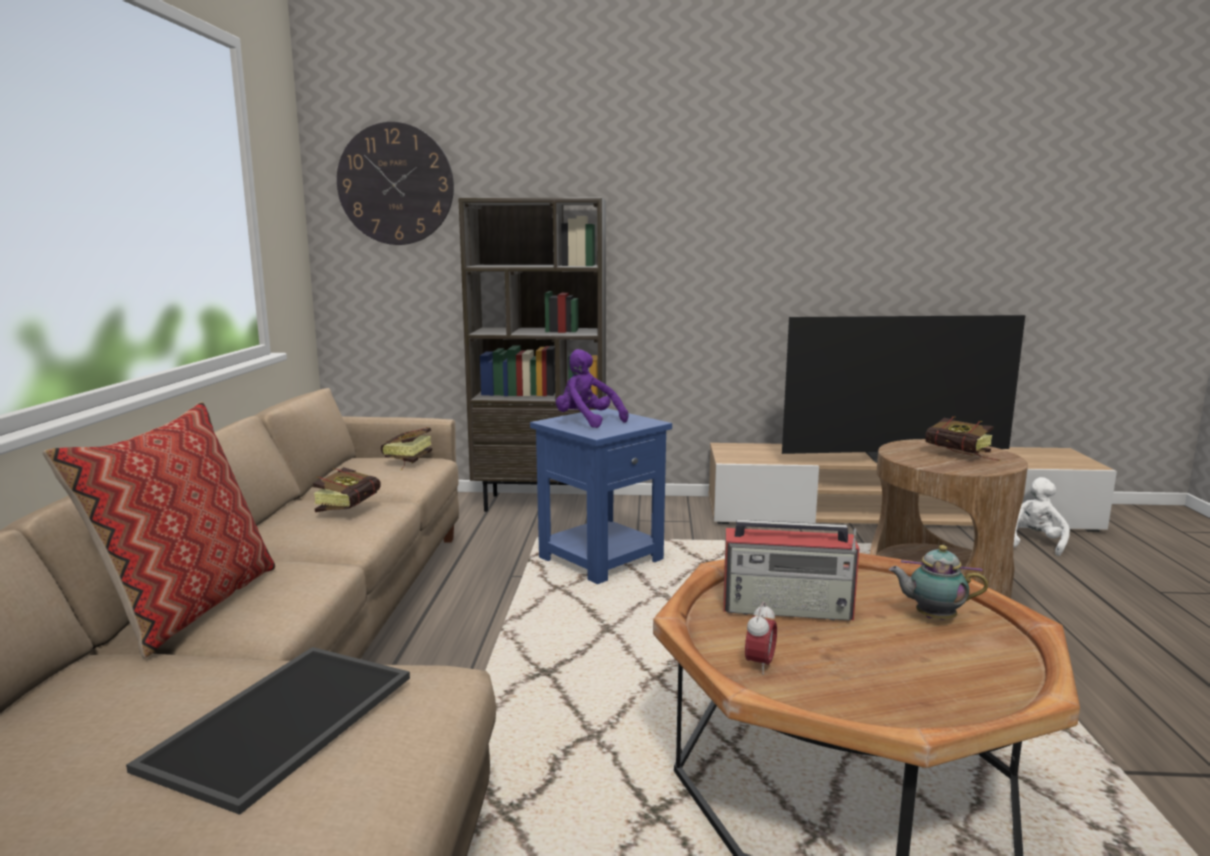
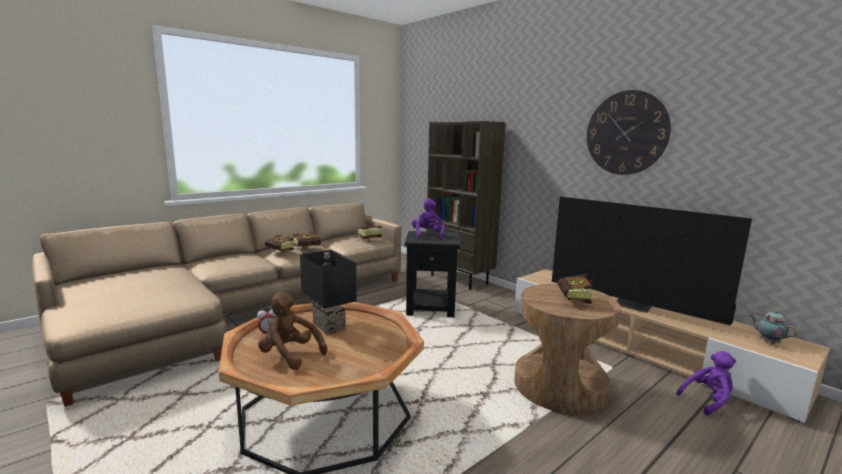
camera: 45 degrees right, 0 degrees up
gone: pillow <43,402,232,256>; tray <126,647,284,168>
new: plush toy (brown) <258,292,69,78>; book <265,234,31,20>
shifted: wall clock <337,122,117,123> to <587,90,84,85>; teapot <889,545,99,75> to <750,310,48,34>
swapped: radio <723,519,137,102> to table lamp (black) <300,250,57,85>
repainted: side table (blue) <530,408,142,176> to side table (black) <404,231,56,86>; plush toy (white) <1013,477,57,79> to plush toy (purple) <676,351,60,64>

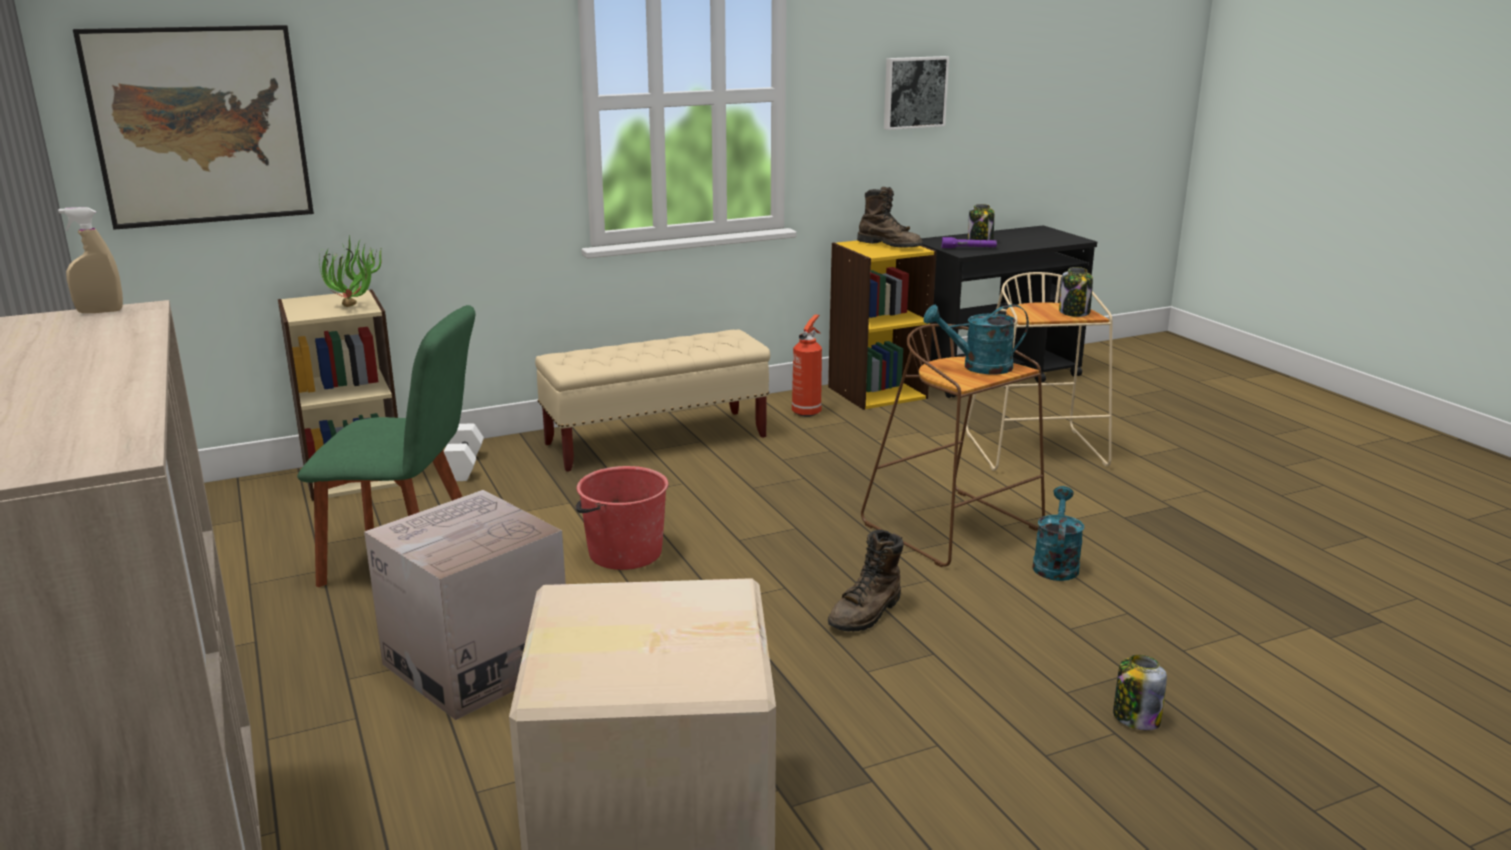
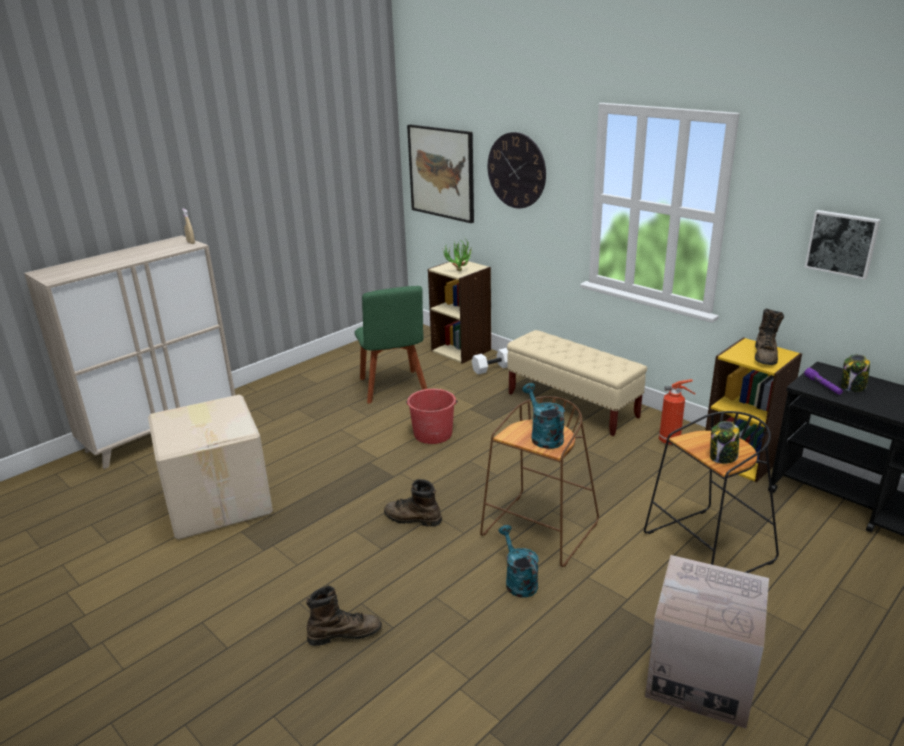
camera: 70 degrees right, 5 degrees up
new: wall clock <488,132,58,77>
shifted: cardboard box <364,490,202,230> to <645,555,124,173>
swapped: jar <1113,655,54,75> to boot (brown) <306,585,76,61>
repainted: stool (beige) <966,272,146,199> to stool (black) <644,411,135,162>
rotated: watering can (turquoise) <1032,486,52,95> = <498,525,41,72> 105 degrees counterclockwise

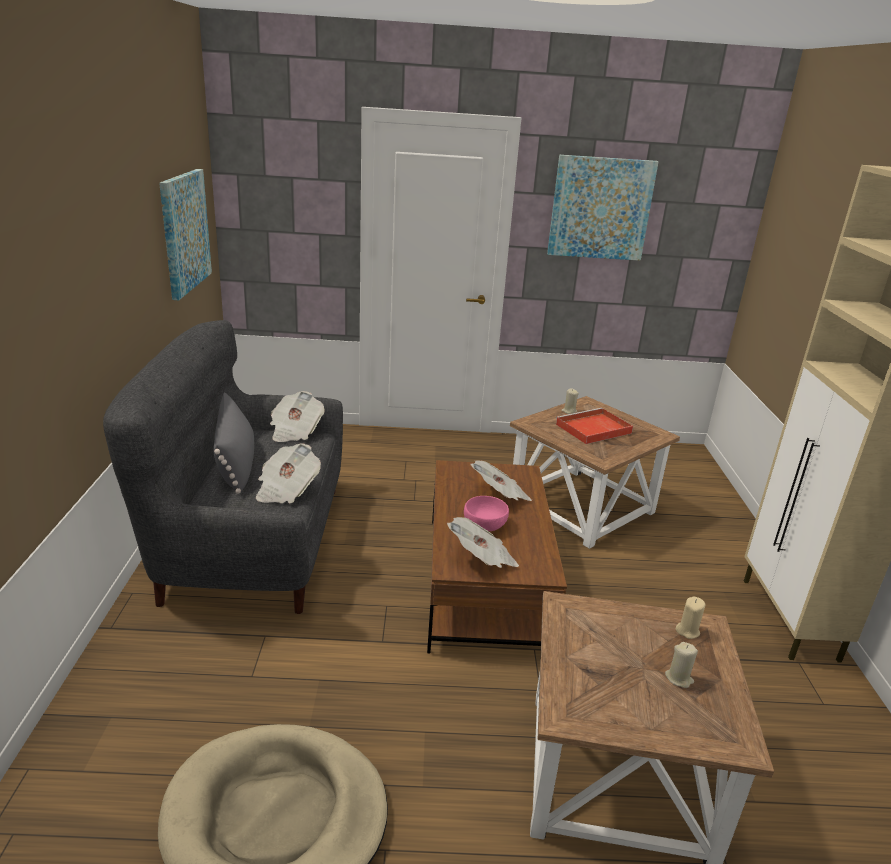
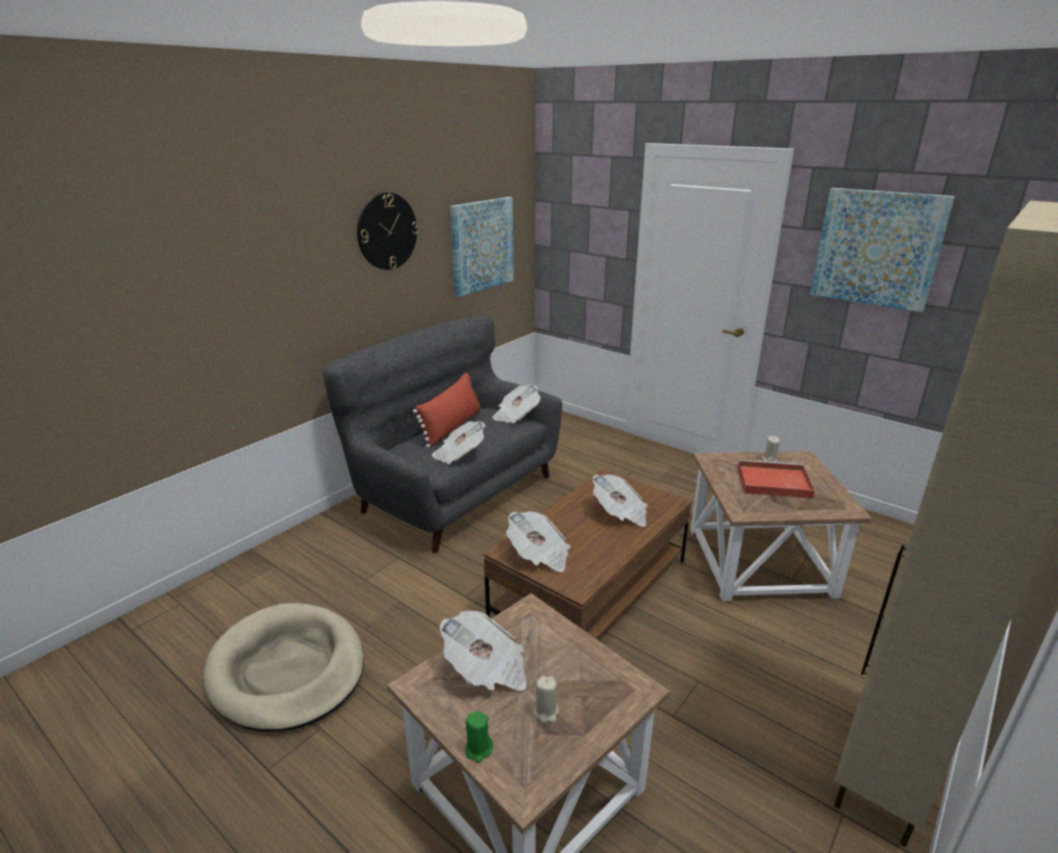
camera: 40 degrees right, 0 degrees up
gone: bowl (pink) <464,496,45,35>; candle (beige) <676,596,29,43>
new: wall clock <357,193,62,77>; newspaper <440,611,86,80>; candle (green) <465,711,28,52>
repainted: pillow (grey) <213,392,41,102> to pillow (red) <413,372,67,76>

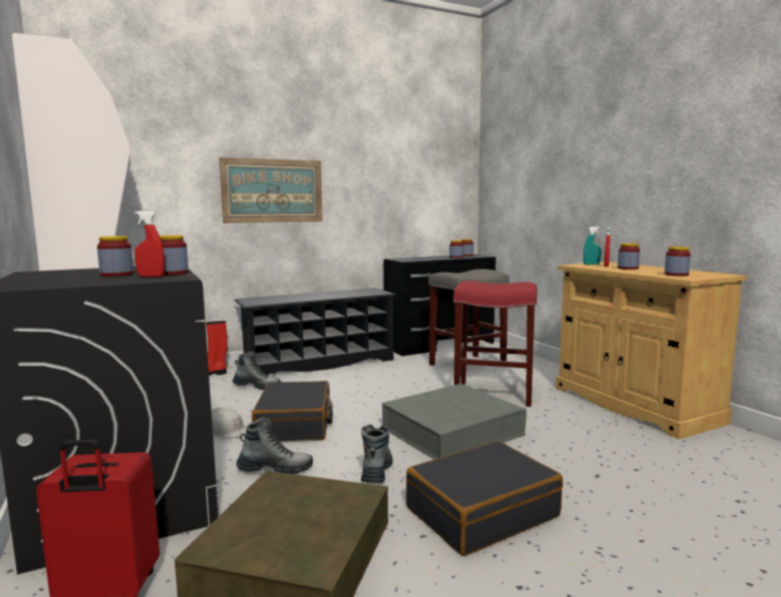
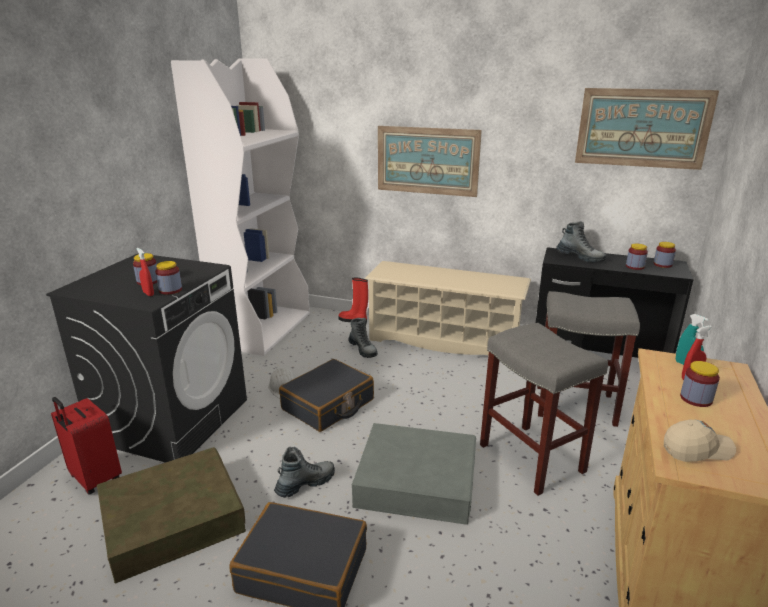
camera: 45 degrees right, 15 degrees up
new: picture <575,88,144,82>
shifted: boot <236,417,77,57> to <556,221,51,41>
swapped: jar <664,247,27,29> to cap (beige) <664,420,72,42>
repainted: shoe rack (black) <234,288,163,87> to shoe rack (beige) <365,261,166,95>; stool (red) <453,281,84,126> to stool (grey) <480,323,128,173>

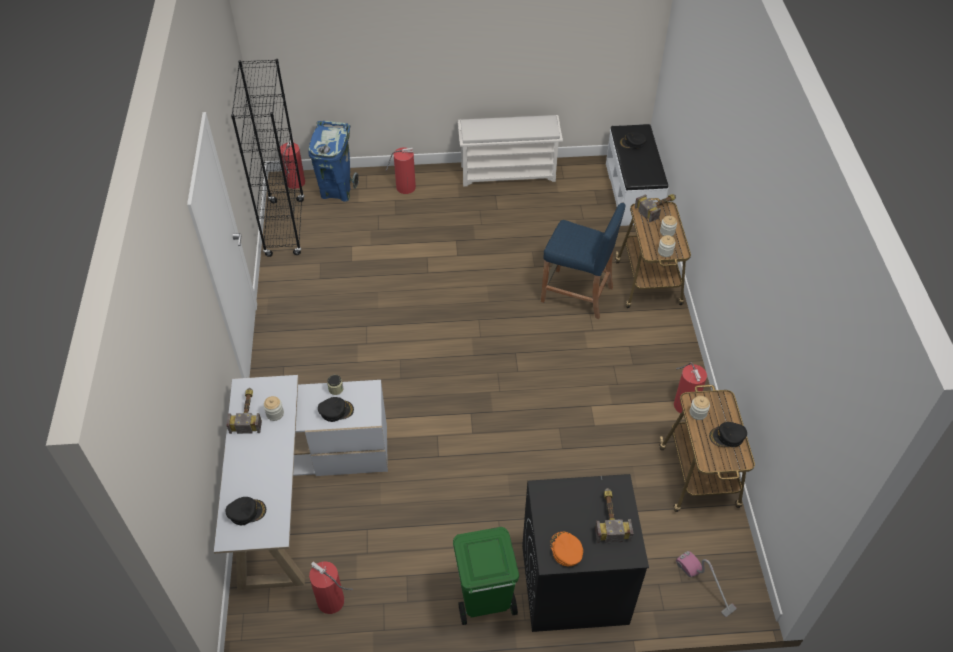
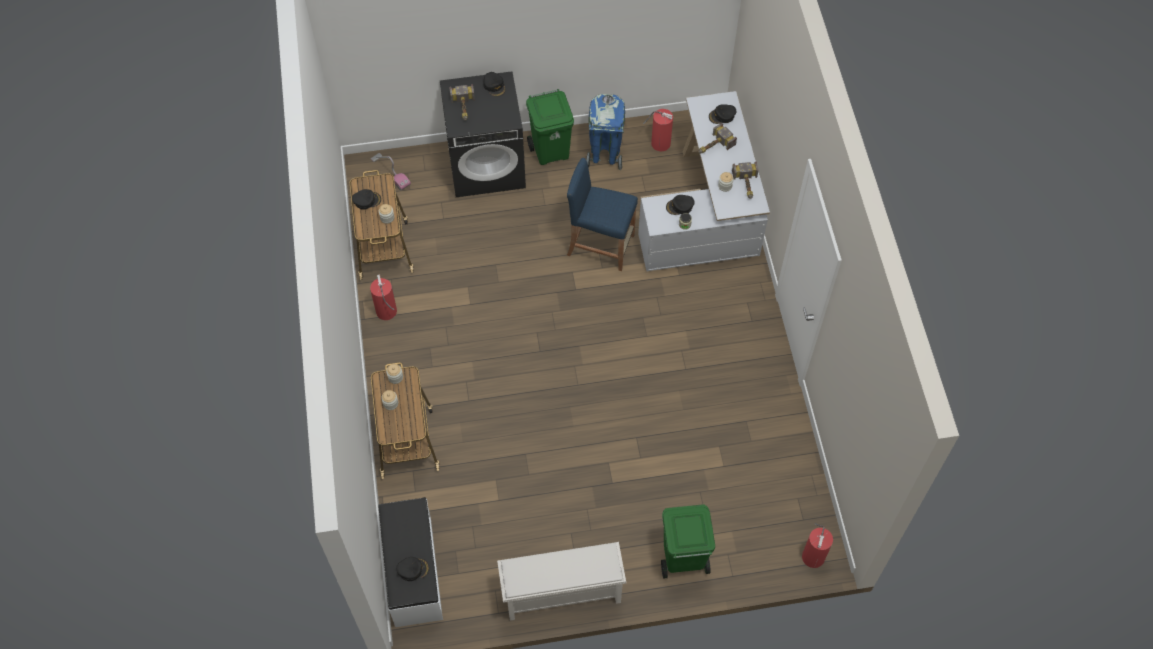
camera: 175 degrees right, 10 degrees up
gone: bookcase (black) <231,59,74,198>
shifted: stool (blue) <541,202,84,117> to <567,158,71,113>; trash can (blue) <308,121,51,81> to <586,94,39,76>; hammer <635,194,41,28> to <698,123,39,31>
swapped: fire extinguisher <386,147,30,47> to trash can (green) <661,504,54,75>
repainted: cap (orange) <550,532,33,34> to cap (black) <483,72,23,25>

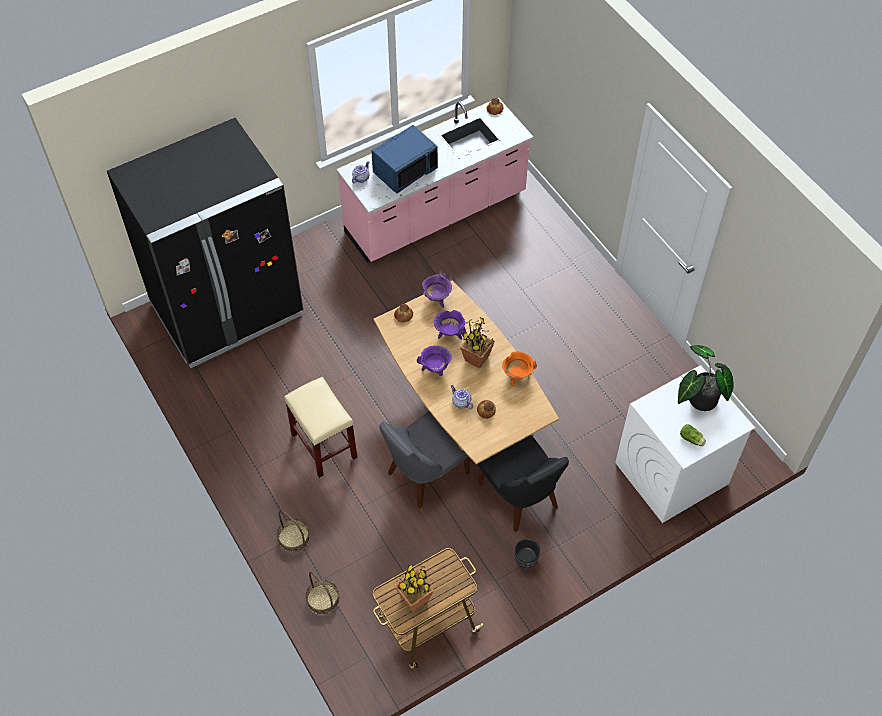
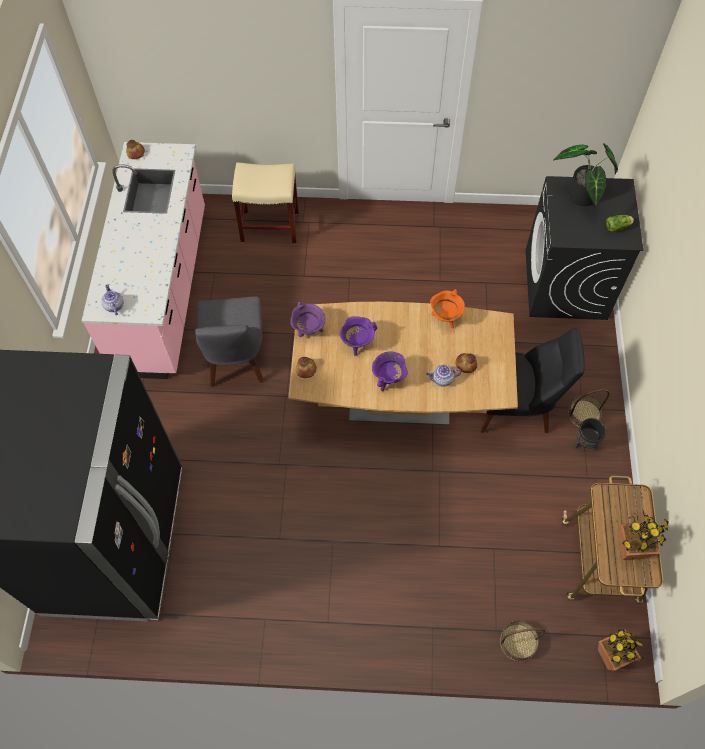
camera: 55 degrees left, 5 degrees up
gone: microwave (blue) <371,125,67,69>
shifted: chair (grey) <379,412,91,96> to <195,296,69,91>; stool (beige) <284,377,73,101> to <232,162,67,82>; basket <277,511,33,42> to <568,389,42,38>; potted plant <460,317,35,52> to <598,629,46,42>
repainted: washing machine (white) <615,365,140,158> to washing machine (black) <526,176,117,144>

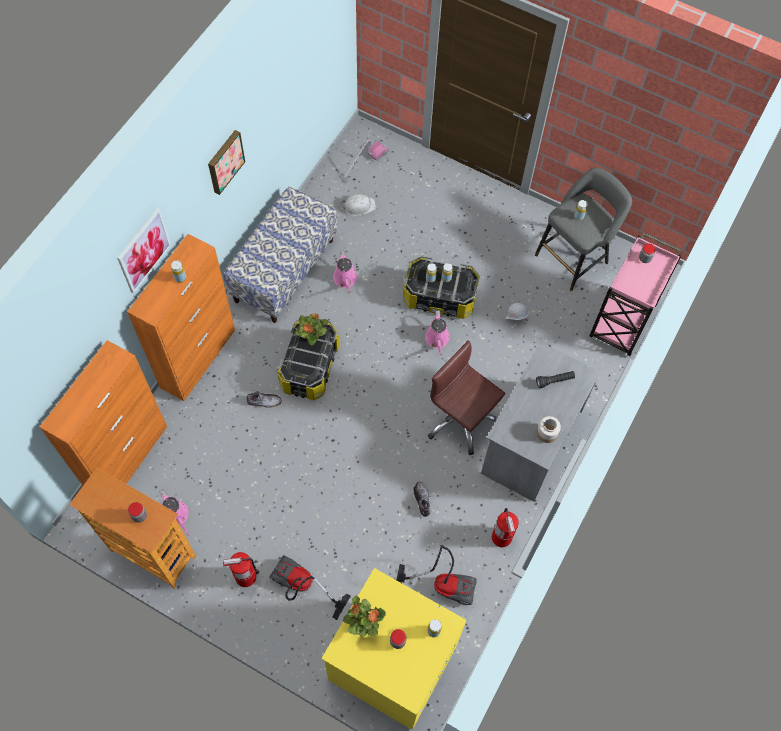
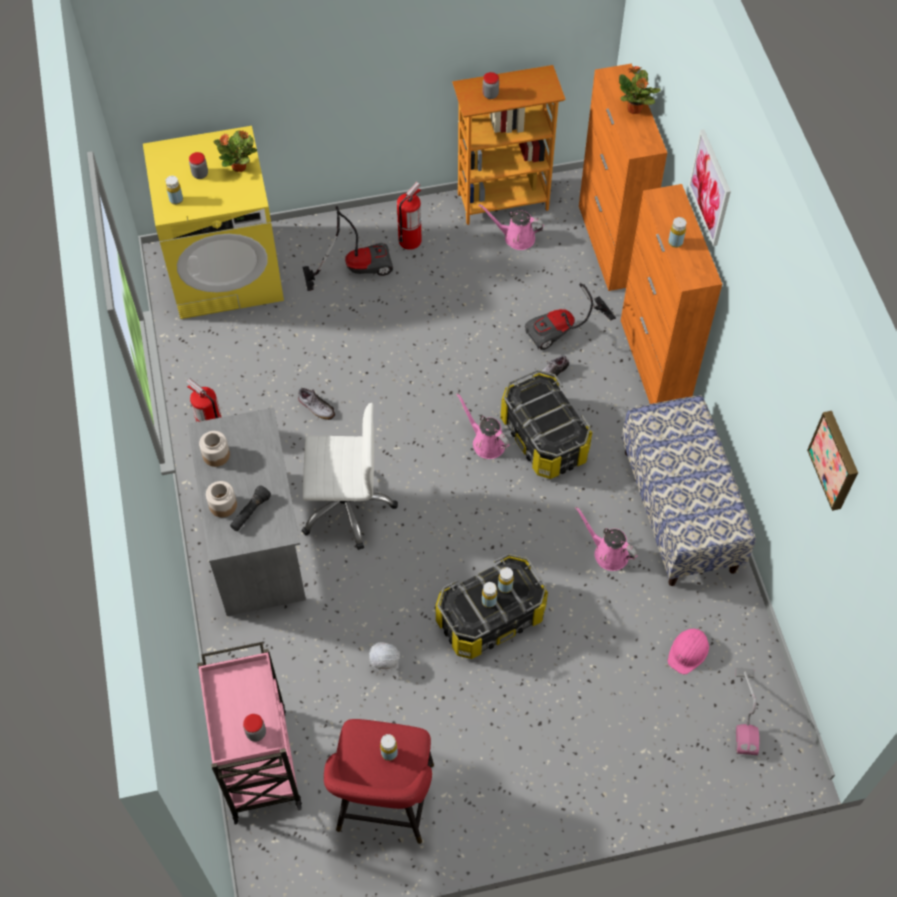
camera: 140 degrees right, 5 degrees down
new: jar <206,481,31,36>
shifted: watering can (pink) <425,311,25,44> to <456,393,54,66>; vacuum cleaner <396,545,81,60> to <525,283,91,67>; potted plant <295,313,33,33> to <619,66,42,48>; picture <208,130,37,65> to <807,411,51,100>
repainted: office chair (brown) <428,340,77,115> to office chair (white) <302,403,96,147>; stool (grey) <535,167,97,124> to stool (red) <324,719,110,125>; hard hat (white) <342,194,34,22> to hard hat (pink) <667,627,42,47>

